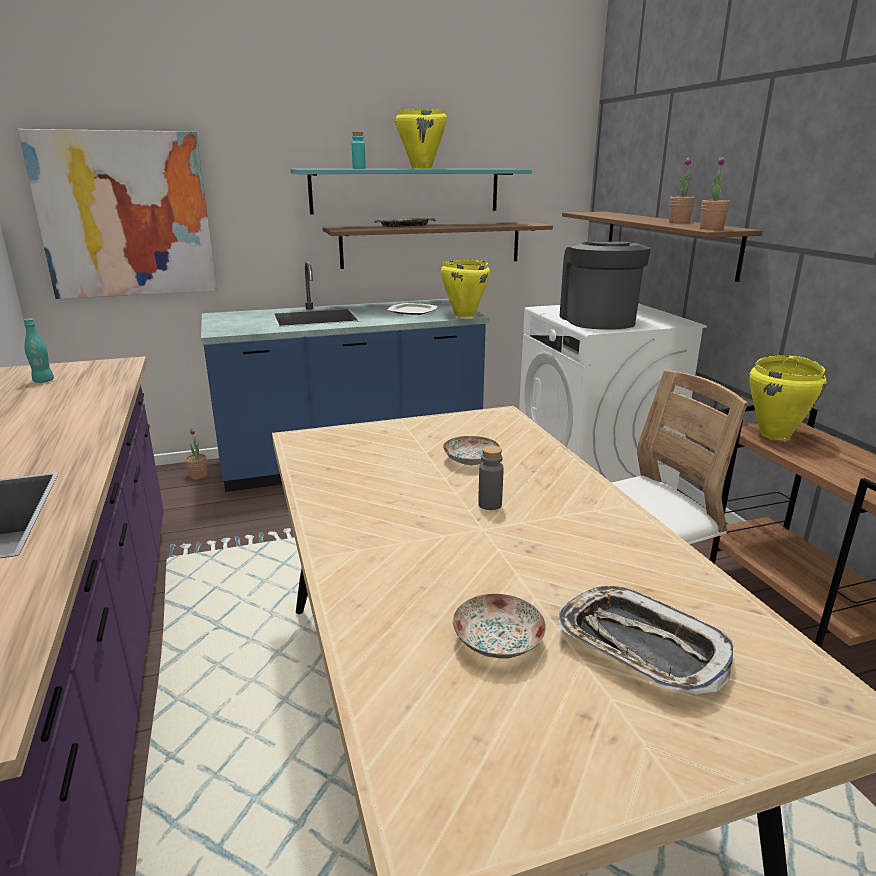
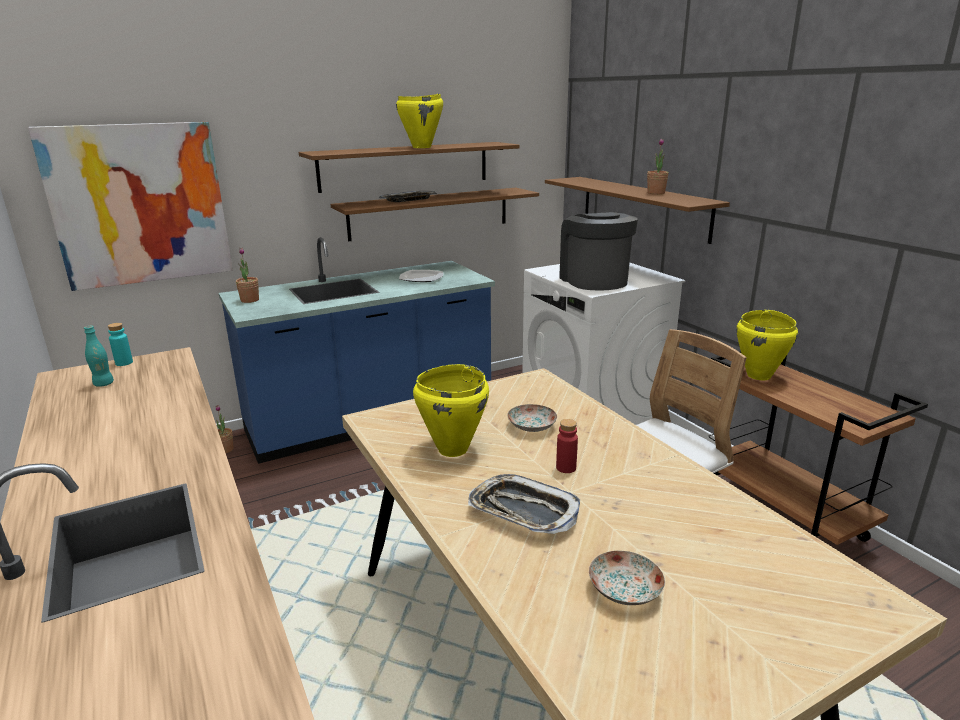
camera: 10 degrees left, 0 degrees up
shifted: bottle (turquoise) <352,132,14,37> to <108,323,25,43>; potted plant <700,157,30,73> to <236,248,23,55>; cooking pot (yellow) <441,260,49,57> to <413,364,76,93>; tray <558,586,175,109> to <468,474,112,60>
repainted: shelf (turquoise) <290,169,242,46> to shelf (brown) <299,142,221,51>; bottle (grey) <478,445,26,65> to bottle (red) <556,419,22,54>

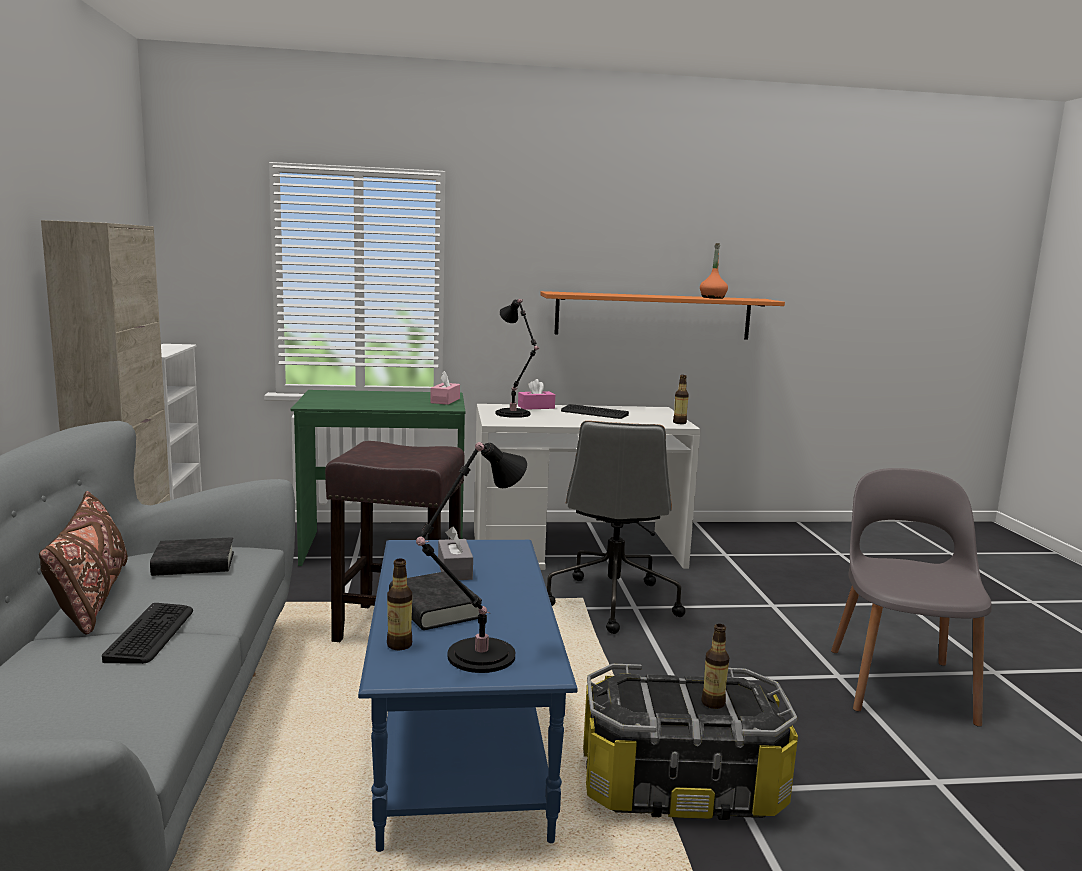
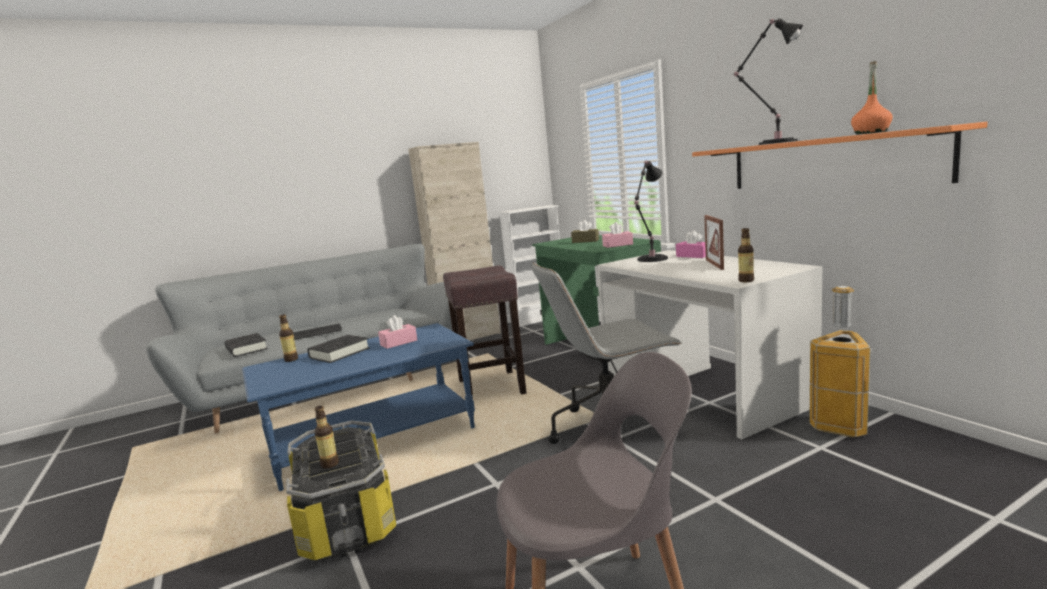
camera: 70 degrees right, 0 degrees up
gone: pillow (brown) <39,491,89,144>
new: tissue box (brown) <571,220,28,23>; trash can <809,286,61,152>
shifted: book (black) <150,537,84,39> to <225,333,43,24>; table lamp (black) <416,442,111,231> to <734,18,69,127>
swapped: keyboard <561,404,68,15> to picture frame <704,215,20,55>
repainted: tissue box (grey) <438,526,35,54> to tissue box (pink) <378,315,39,34>

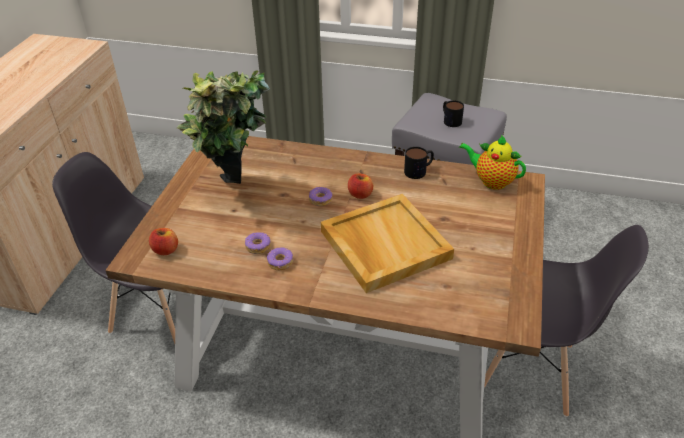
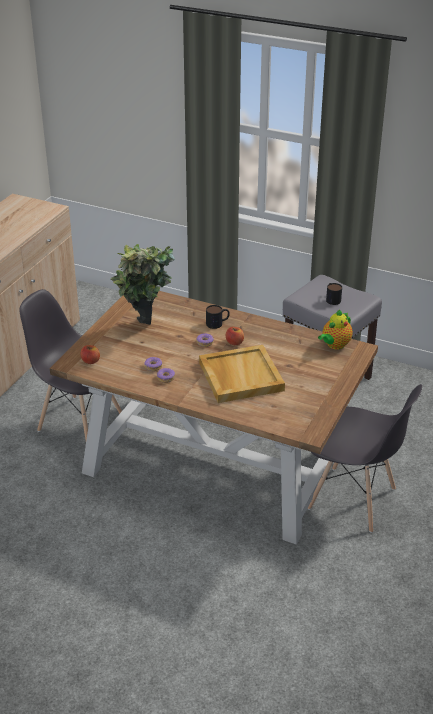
camera: 10 degrees right, 5 degrees down
shifted: mug <404,147,30,32> to <206,305,24,24>
rotated: teapot <459,135,67,55> = <318,310,35,40> 90 degrees counterclockwise

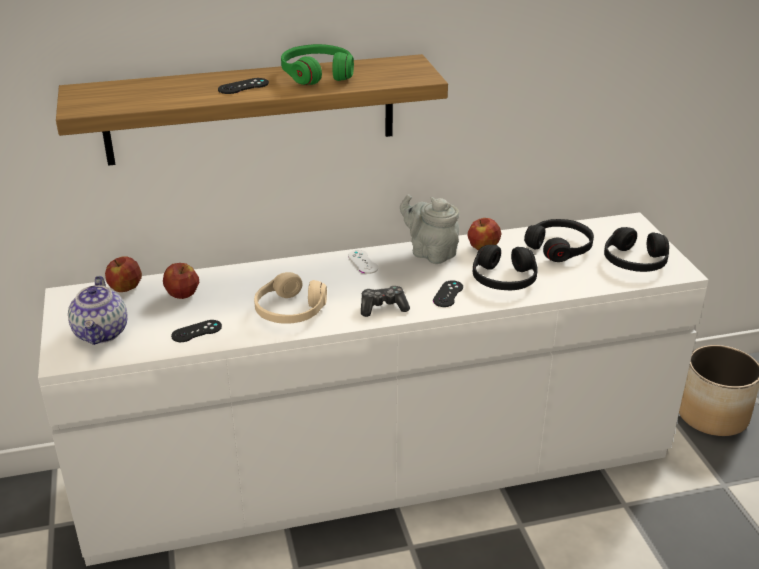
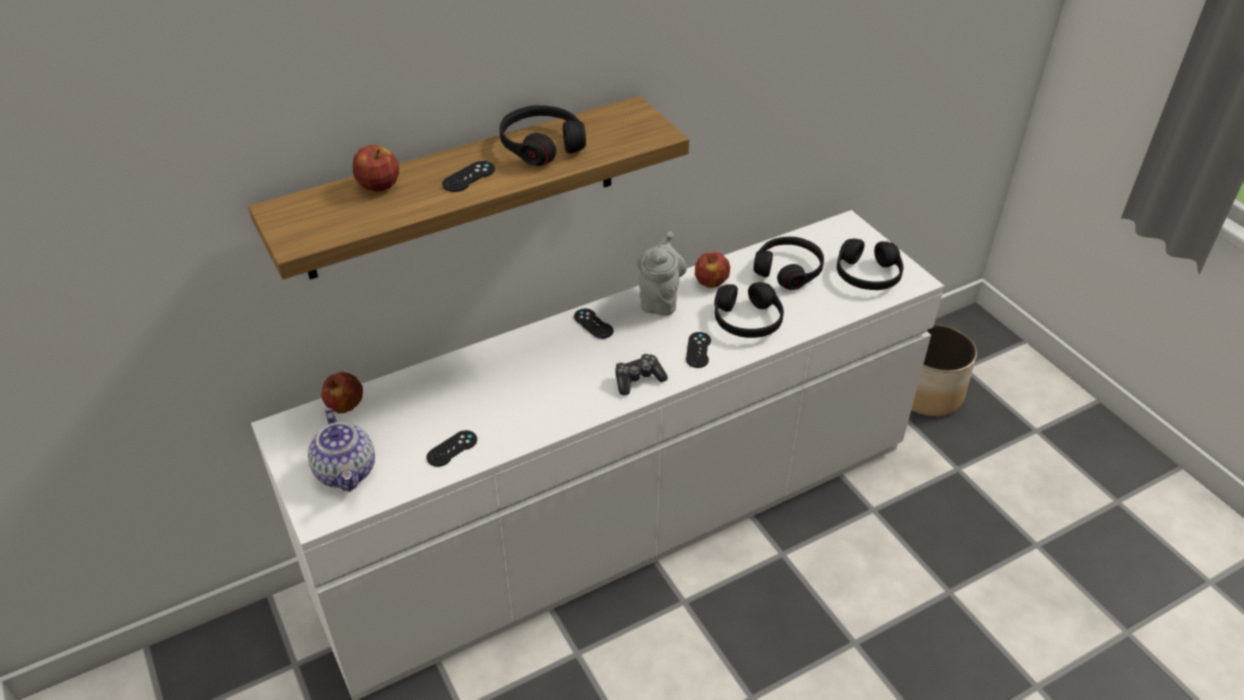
camera: 15 degrees left, 10 degrees up
gone: headphones (beige) <254,272,73,52>
shifted: apple <163,263,36,36> to <353,145,46,47>
repainted: headphones (green) <281,44,73,41> to headphones (black) <500,105,86,61>; game controller (white) <348,250,30,24> to game controller (black) <574,309,39,30>
rotated: teapot (grey) <400,194,59,70> = <637,232,50,84> 75 degrees clockwise

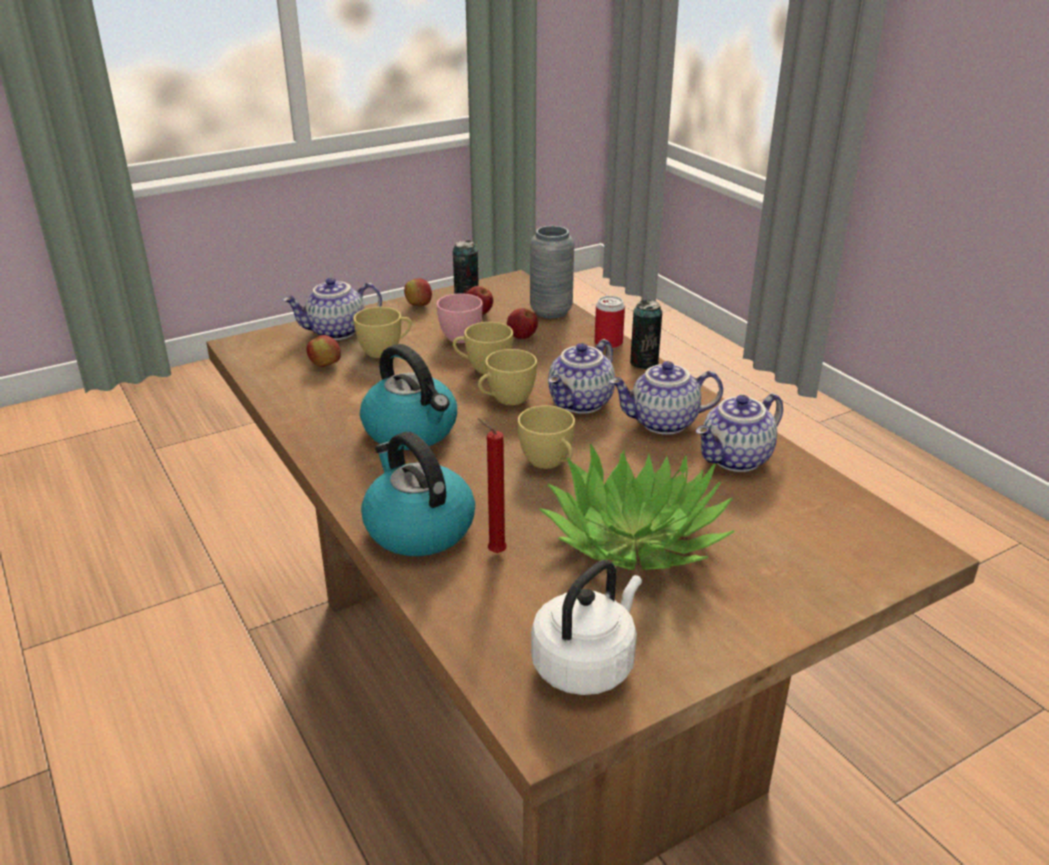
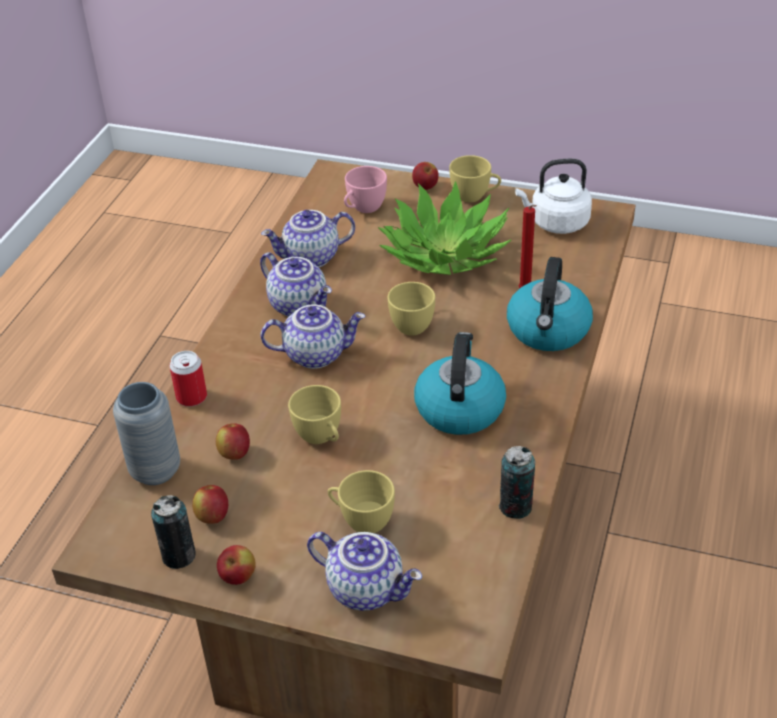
camera: 130 degrees left, 10 degrees up
shifted: cup (pink) <436,293,47,50> to <344,166,43,47>; apple <307,335,34,32> to <412,162,27,28>; cup (yellow) <478,349,59,56> to <449,155,52,47>; can <630,300,32,69> to <499,446,36,73>
rotated: teapot <696,393,87,79> = <261,210,94,57> 150 degrees clockwise

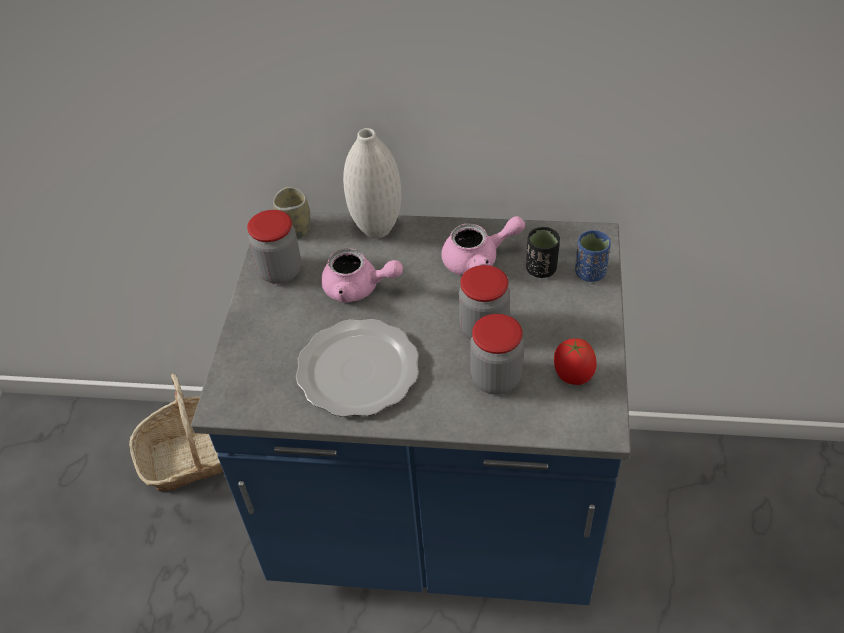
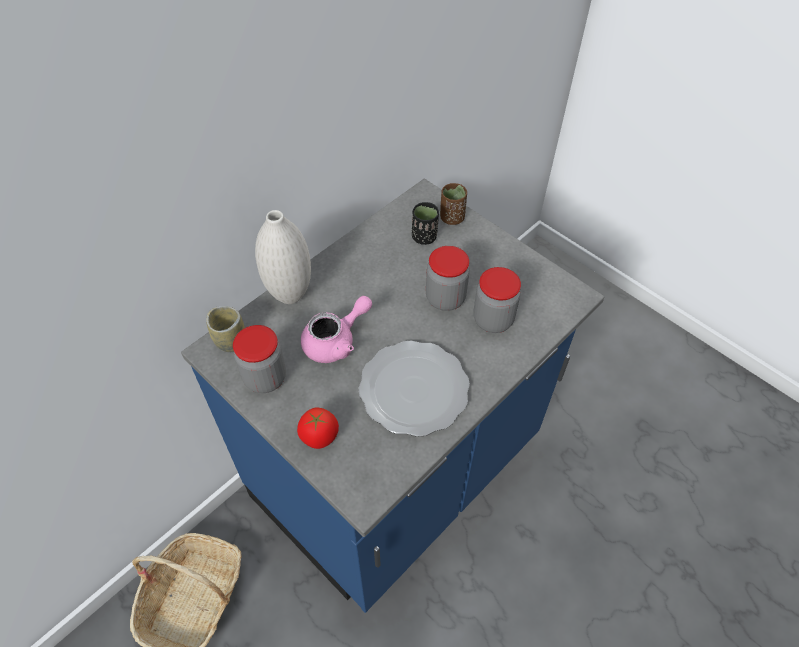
camera: 55 degrees left, 5 degrees up
gone: teapot (pink) <441,216,84,59>
shifted: tomato <554,339,43,46> to <297,408,42,41>
repainted: cup (blue) <575,230,36,52> to cup (brown) <440,183,27,42>

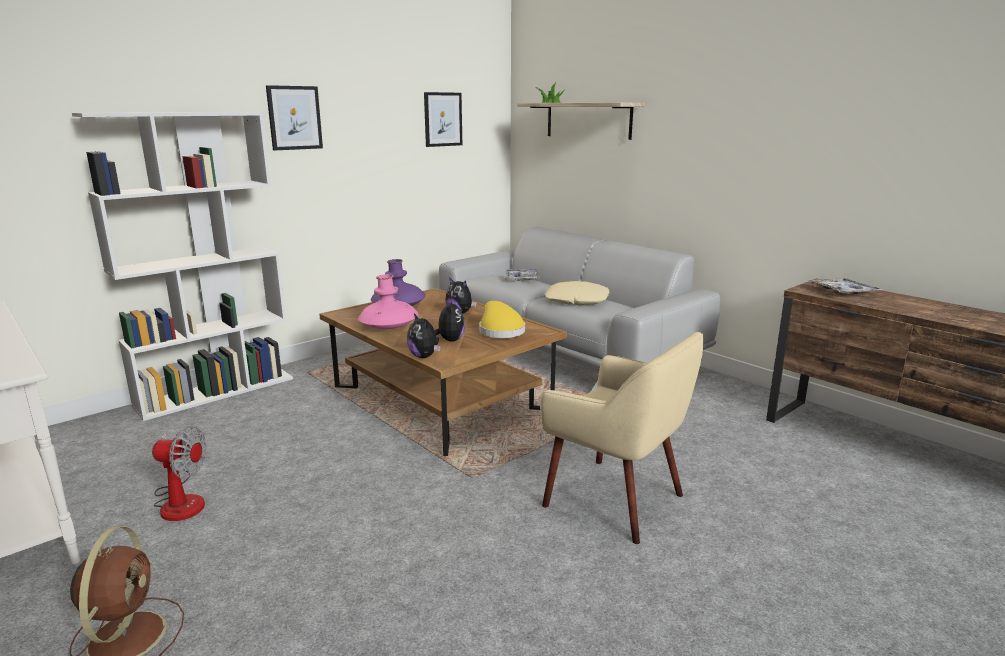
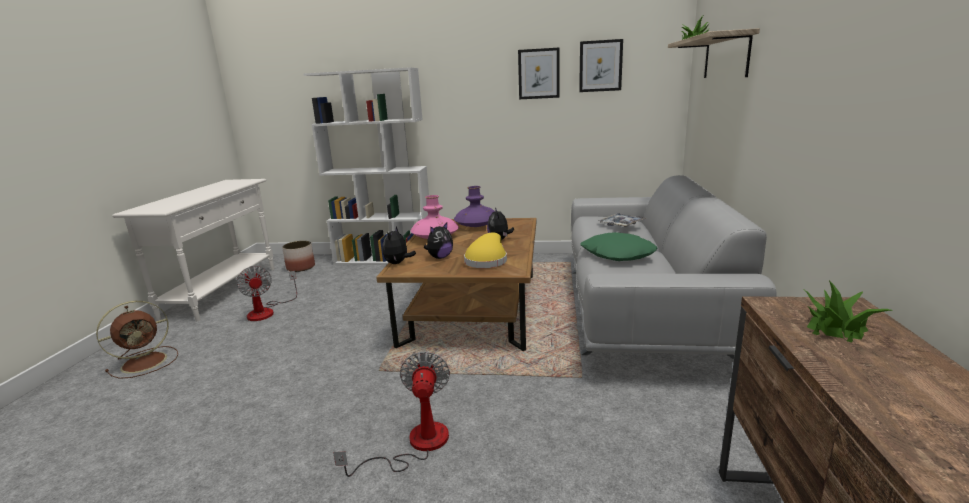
camera: 50 degrees right, 0 degrees up
new: planter <282,241,33,31>
shifted: picture <266,85,57,66> to <518,47,42,52>
swapped: armchair (beige) <540,332,164,212> to fan <333,351,117,126>; tray <809,278,74,16> to potted plant <805,280,89,62>
repainted: pillow (beige) <545,281,65,24> to pillow (green) <581,232,76,29>

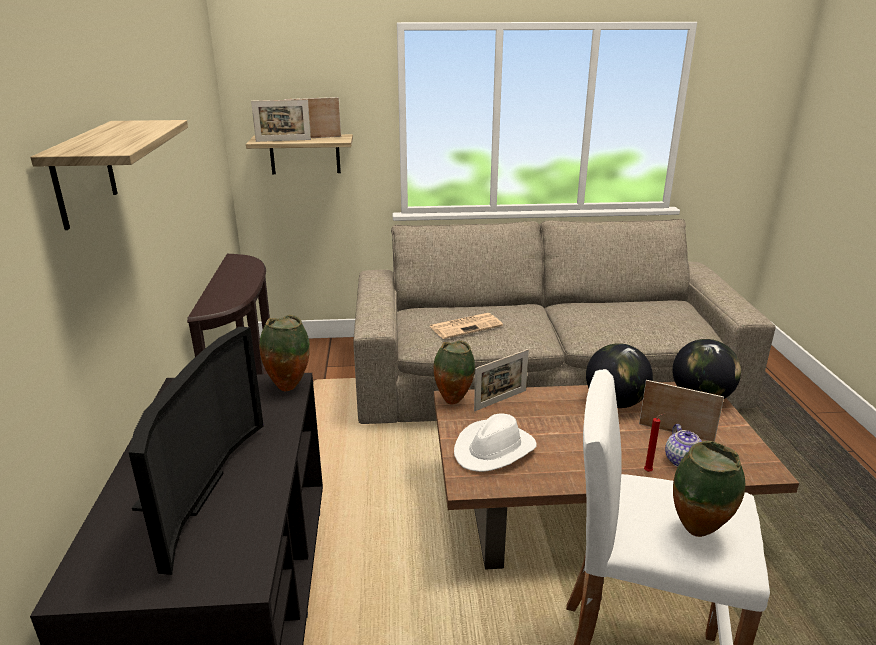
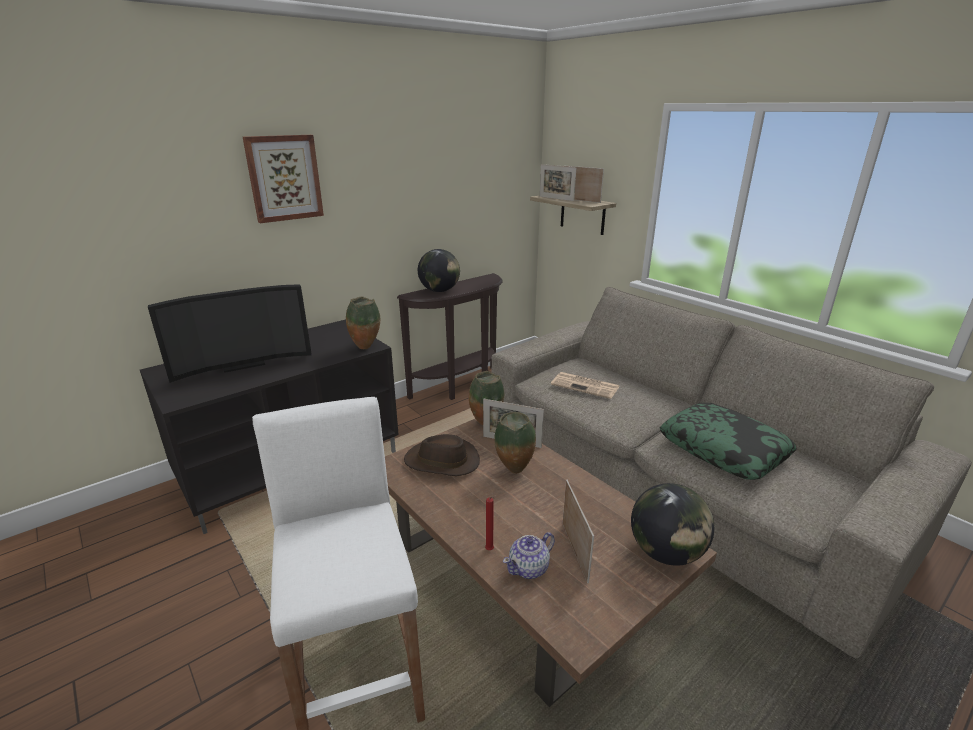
camera: 55 degrees right, 0 degrees up
new: pillow <660,403,137,77>
shifted: globe <586,343,67,65> to <418,249,42,43>; vase <673,441,72,96> to <494,412,42,62>
swapped: shelf <30,120,158,110> to picture <243,135,81,88>
repainted: hat (white) <454,413,83,59> to hat (brown) <404,434,76,42>

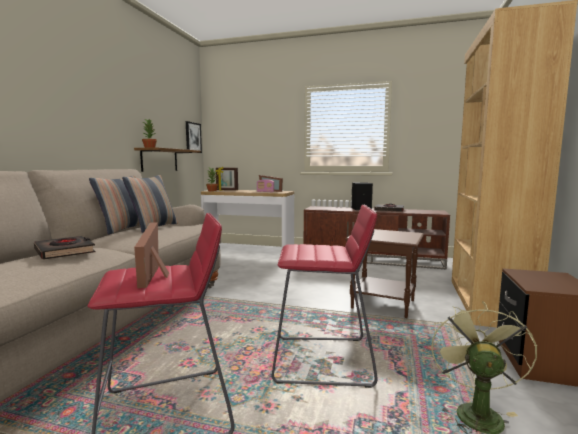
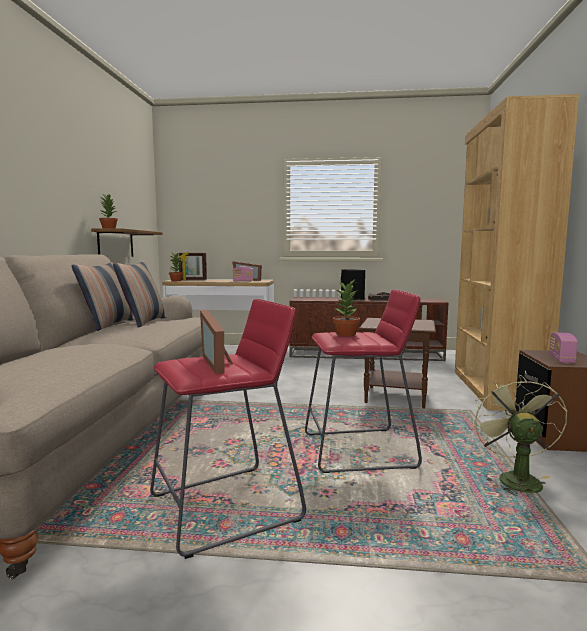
camera: 10 degrees left, 0 degrees up
gone: book (black) <34,236,61,24>; picture <186,121,16,32>
new: potted plant <333,280,27,56>; radio <549,332,28,31>

